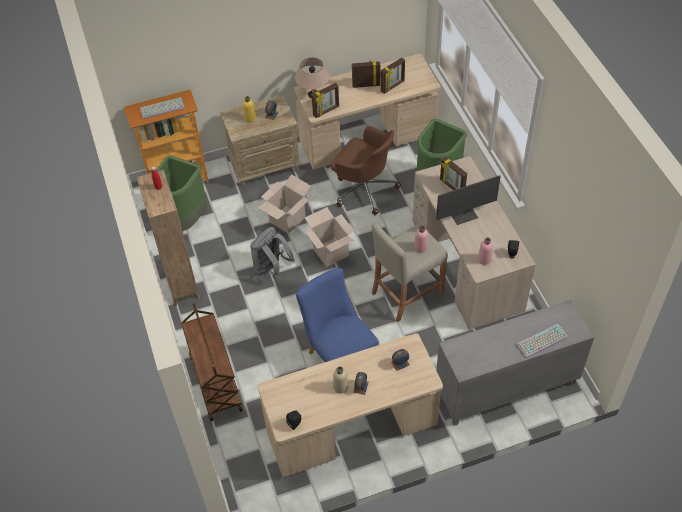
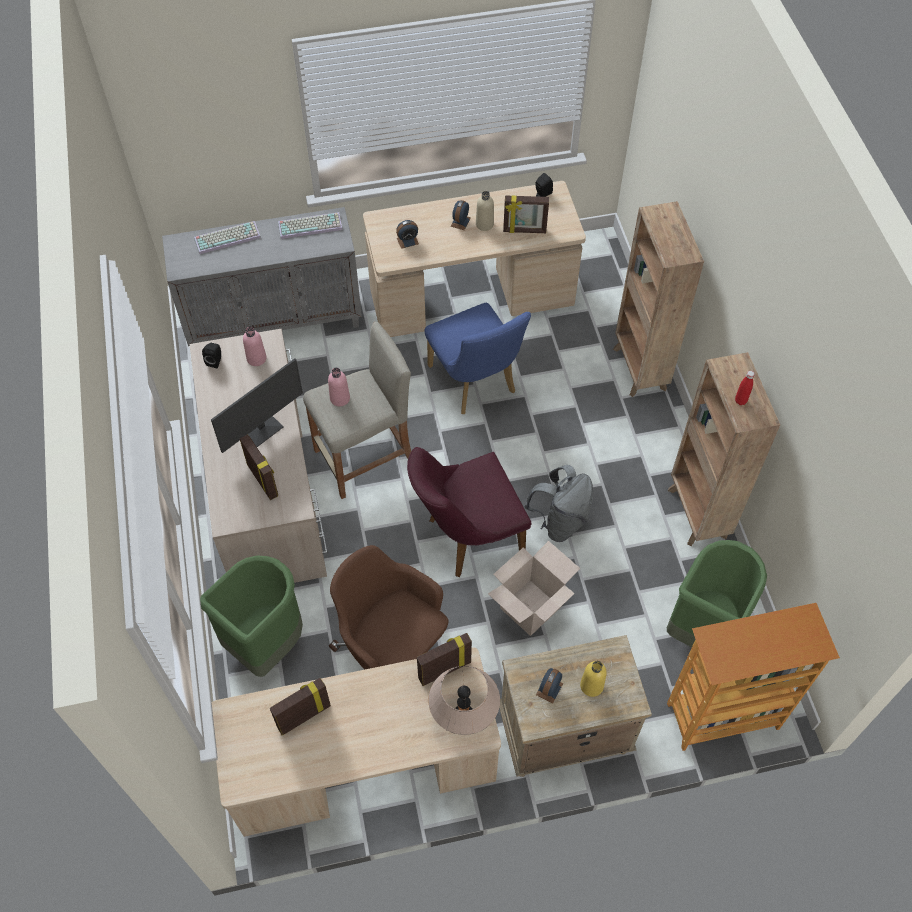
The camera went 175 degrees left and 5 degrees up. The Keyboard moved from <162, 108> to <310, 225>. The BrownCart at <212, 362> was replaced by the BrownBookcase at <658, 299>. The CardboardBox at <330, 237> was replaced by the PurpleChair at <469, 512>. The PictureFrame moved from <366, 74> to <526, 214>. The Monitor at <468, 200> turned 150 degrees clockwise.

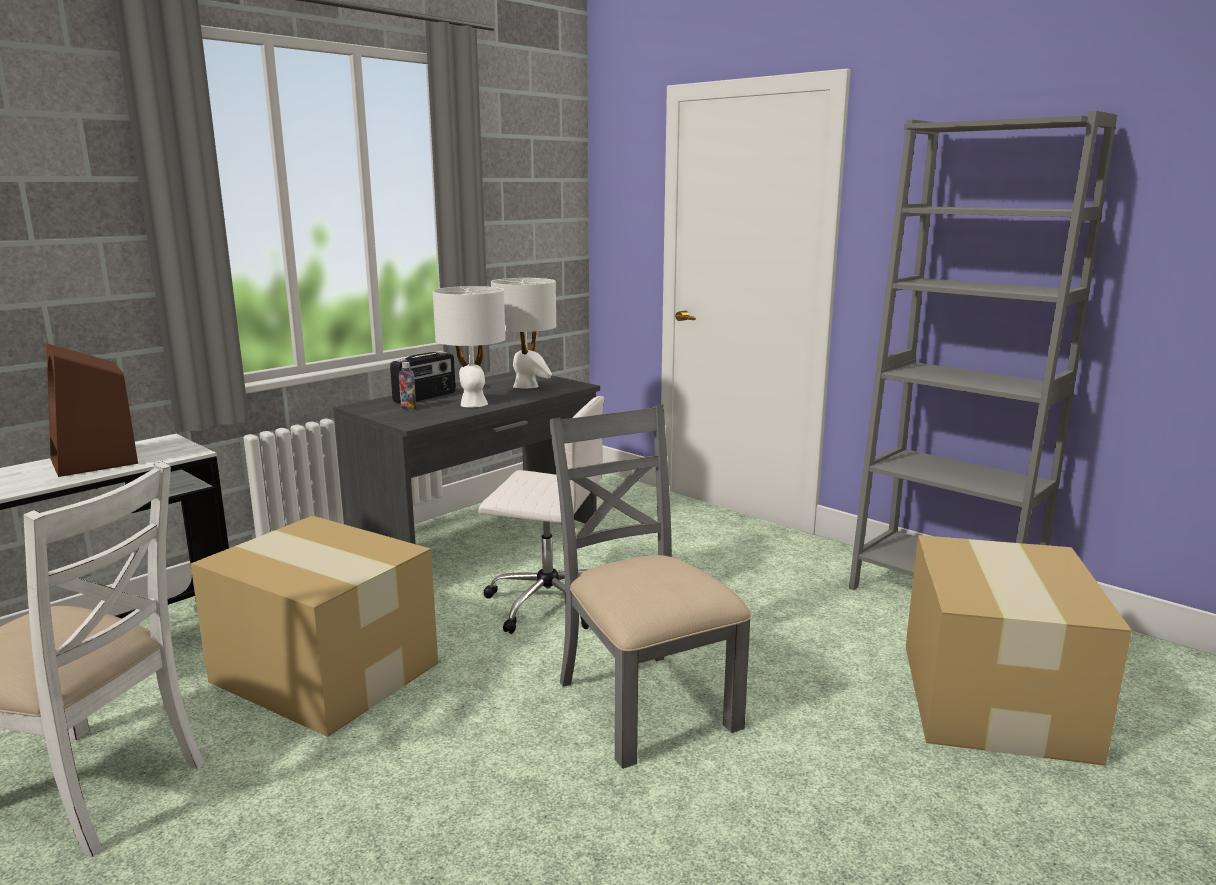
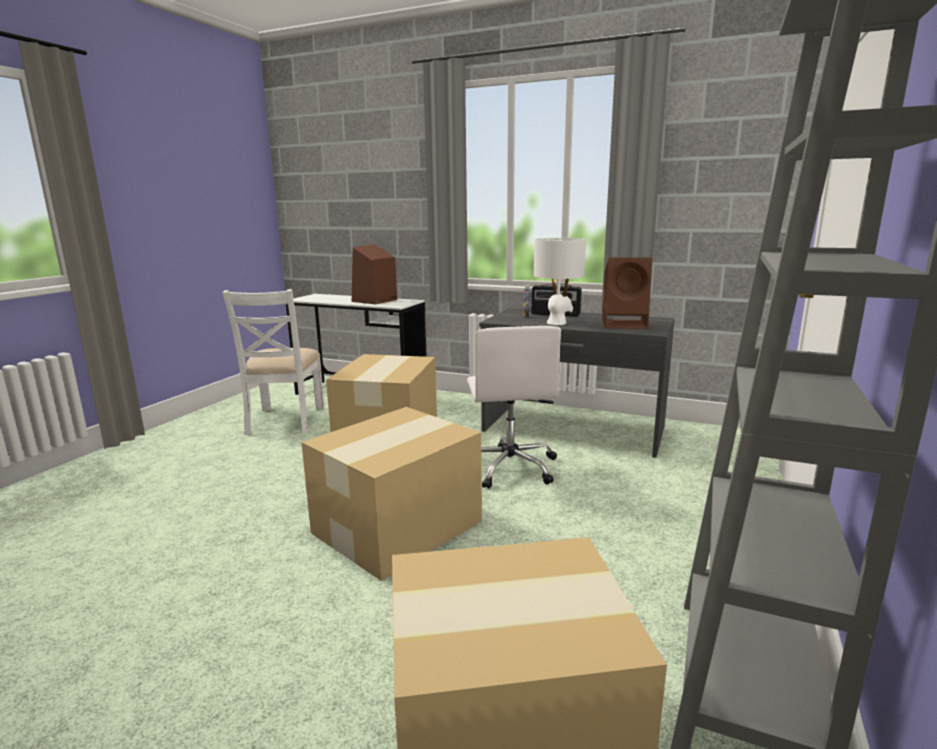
The camera went 70 degrees right and 0 degrees up. The WhiteTableLamp at <523, 333> was replaced by the BrownSpeaker at <627, 293>. The GreyChair at <650, 586> was replaced by the CardboardBox at <391, 494>.

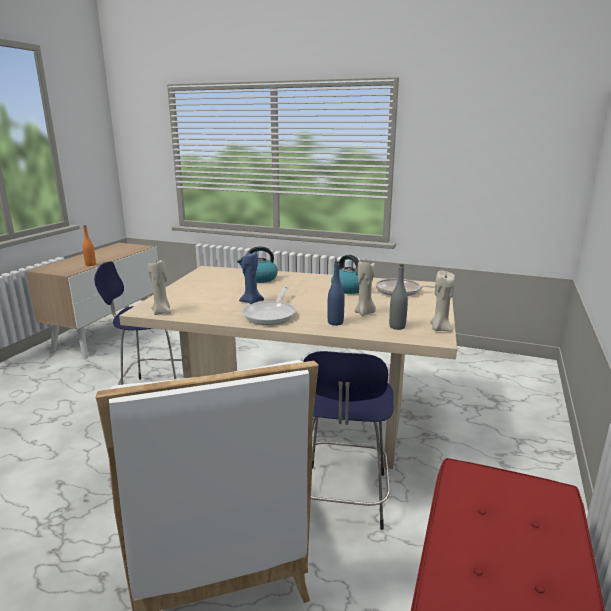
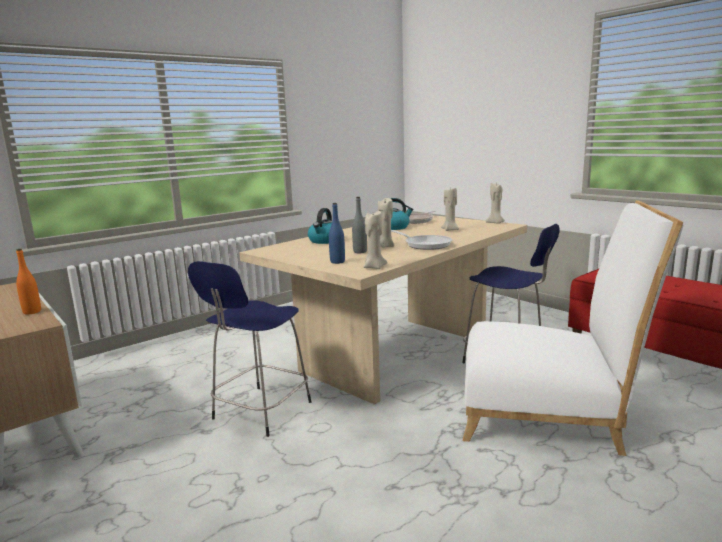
The camera went 60 degrees left and 5 degrees down. The BlueCandle at <251, 277> became the BeigeCandle at <386, 223>. The BlueBottle moved from <336, 293> to <337, 233>. The GreyBottle moved from <398, 297> to <359, 225>.

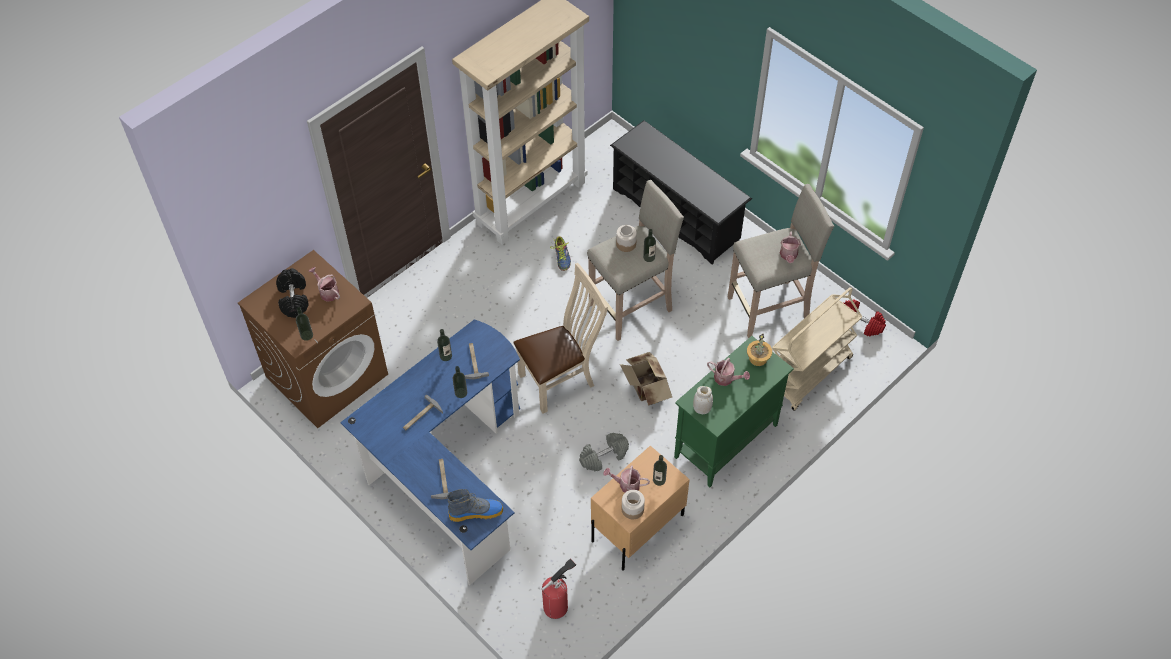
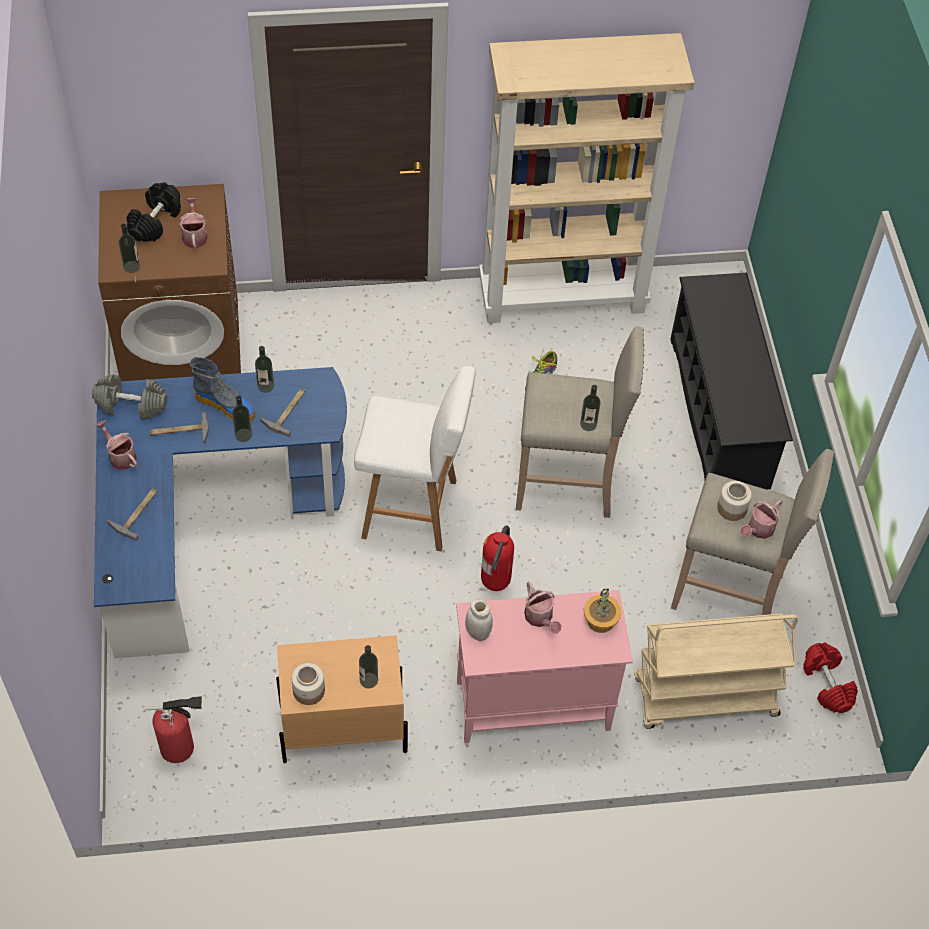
The camera went 35 degrees right and 0 degrees up. The Boot moved from <475, 505> to <222, 389>. The BeigeChair at <560, 338> was replaced by the WhiteStool at <415, 458>. The GreyDumbbell moved from <604, 452> to <129, 397>. The WateringCan moved from <626, 478> to <116, 445>. The Jar moved from <626, 238> to <734, 501>. The CardboardBox at <646, 379> was replaced by the FireExtinguisher at <497, 558>. The GreenCabinet at <734, 411> became the PinkCabinet at <544, 667>.

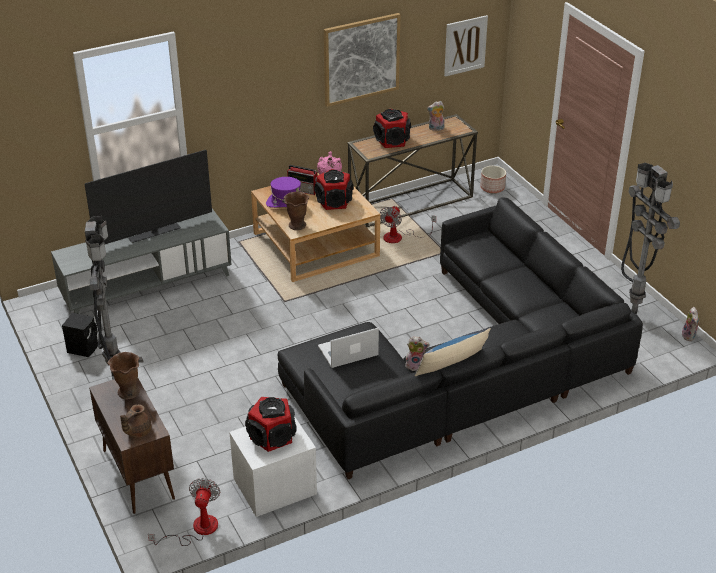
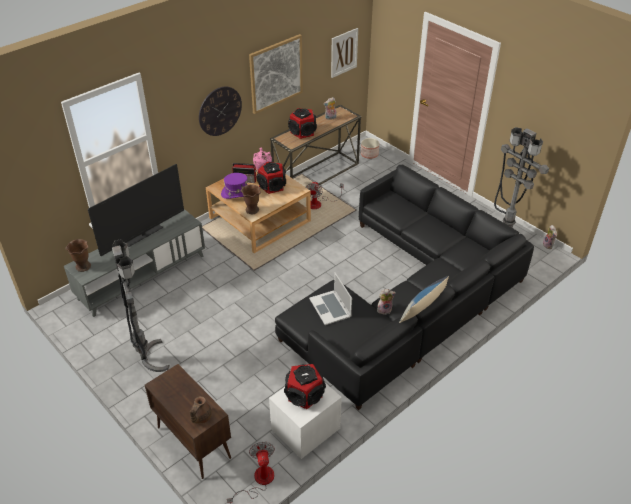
The camera went 15 degrees left and 5 degrees up. The BlackSpeaker at <80, 335> disappeared. The BrownVase moved from <123, 375> to <78, 255>. The Laptop at <348, 347> turned 75 degrees counterclockwise. The WallClock at <220, 111> appeared.

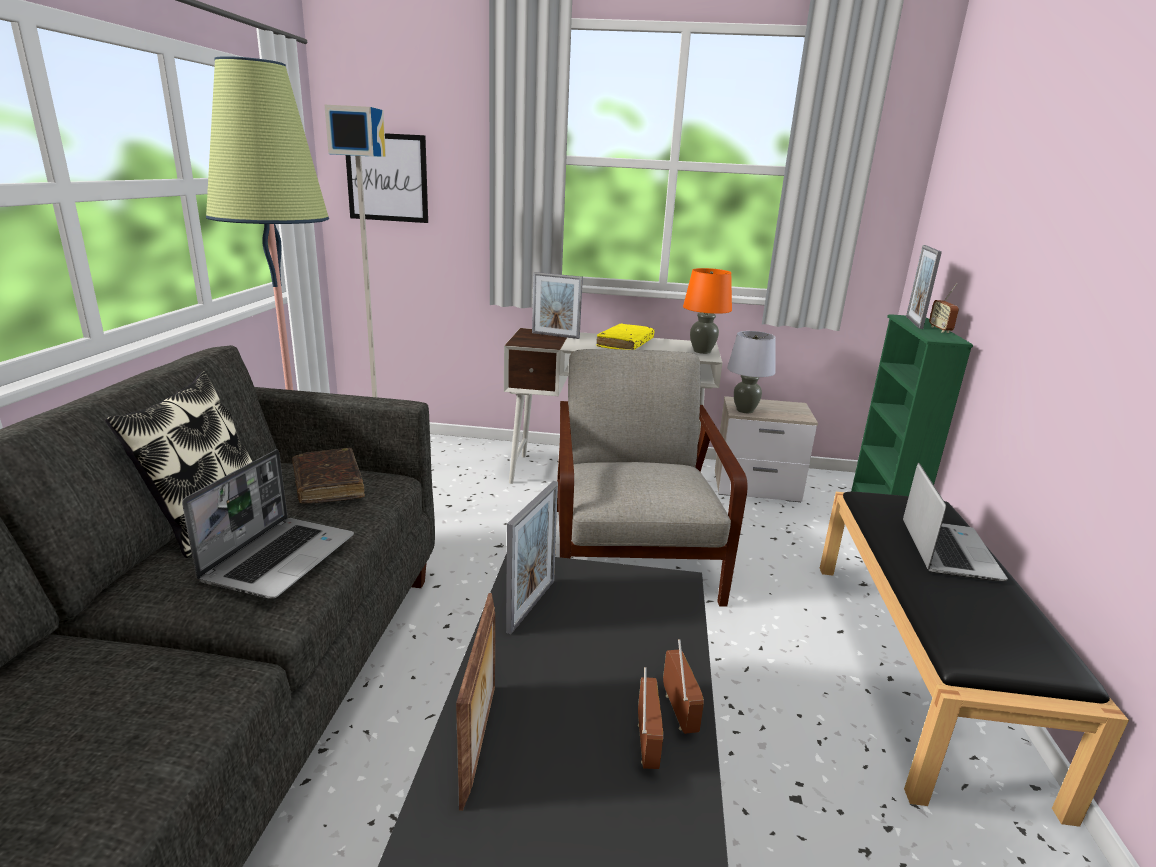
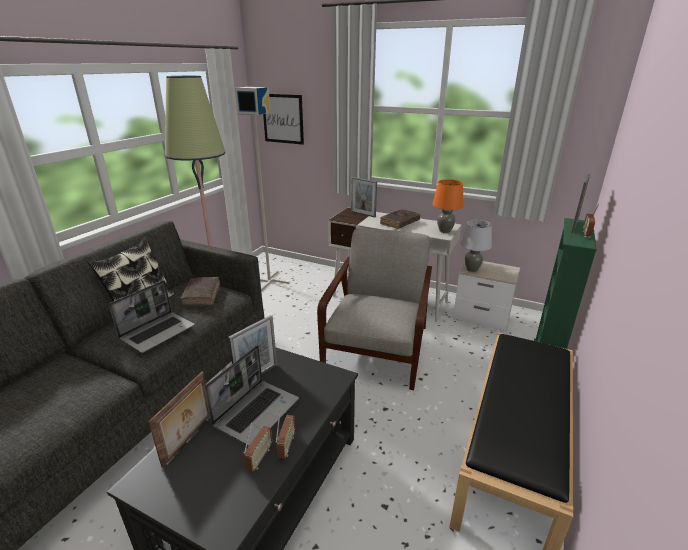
The camera went 20 degrees right and 5 degrees up. The YellowBook at <626, 336> became the BrownBook at <400, 219>. The Laptop moved from <955, 522> to <251, 395>.

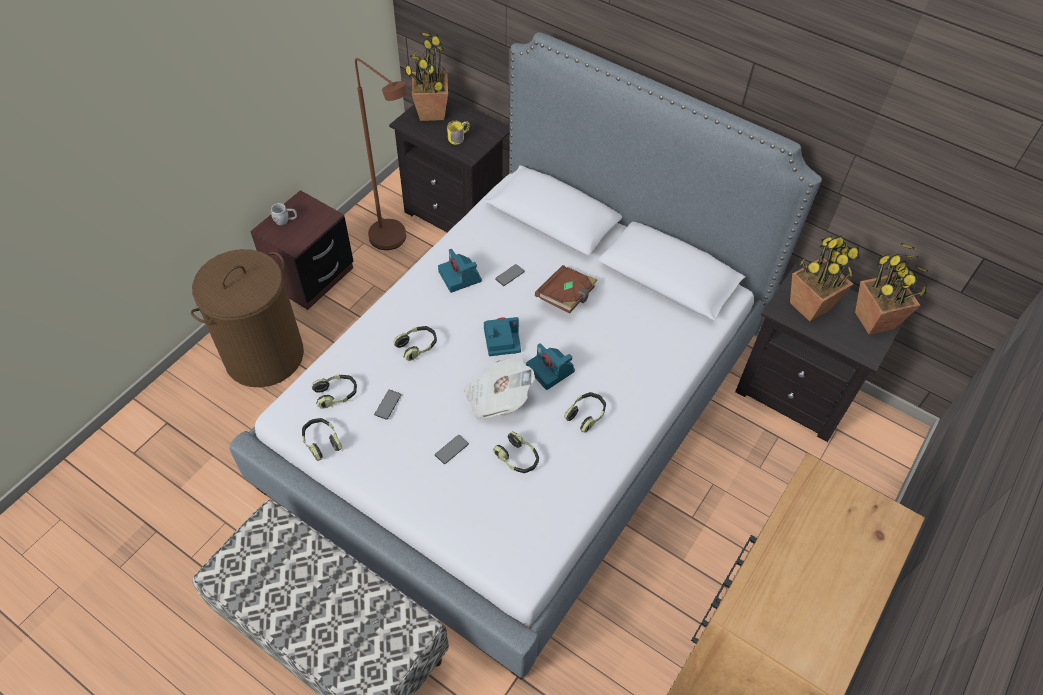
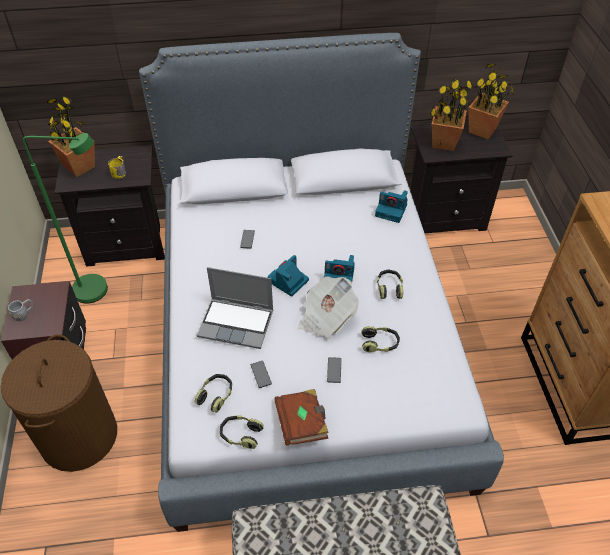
The camera went 40 degrees left and 5 degrees down. The BrownFloorLamp at <381, 154> became the GreenFloorLamp at <65, 218>. The Headphones at <415, 343> was replaced by the Laptop at <235, 308>. The PhotoCamera moved from <460, 271> to <391, 206>. The BrownBook moved from <566, 289> to <301, 417>.

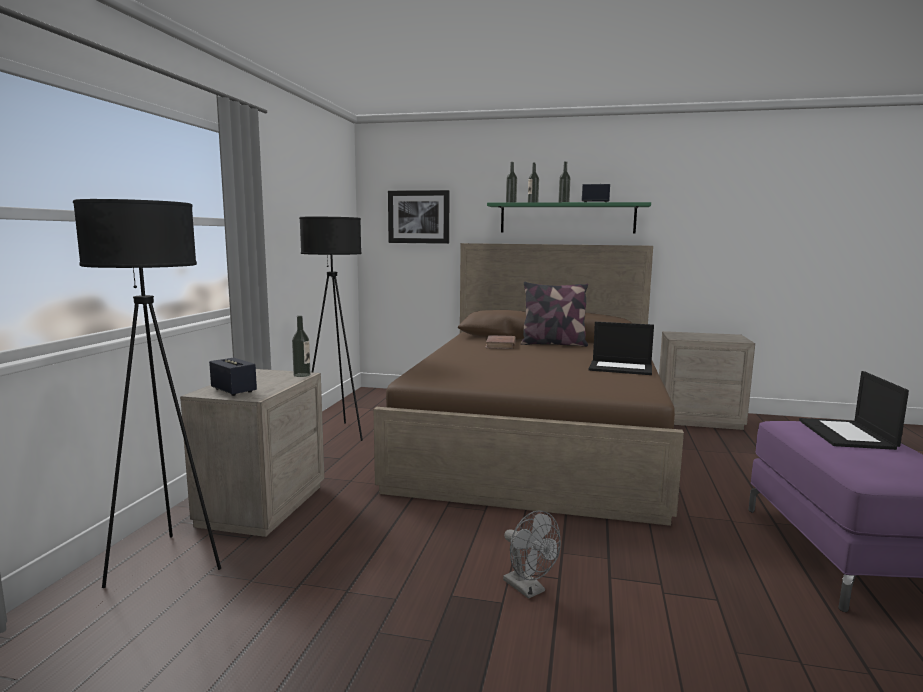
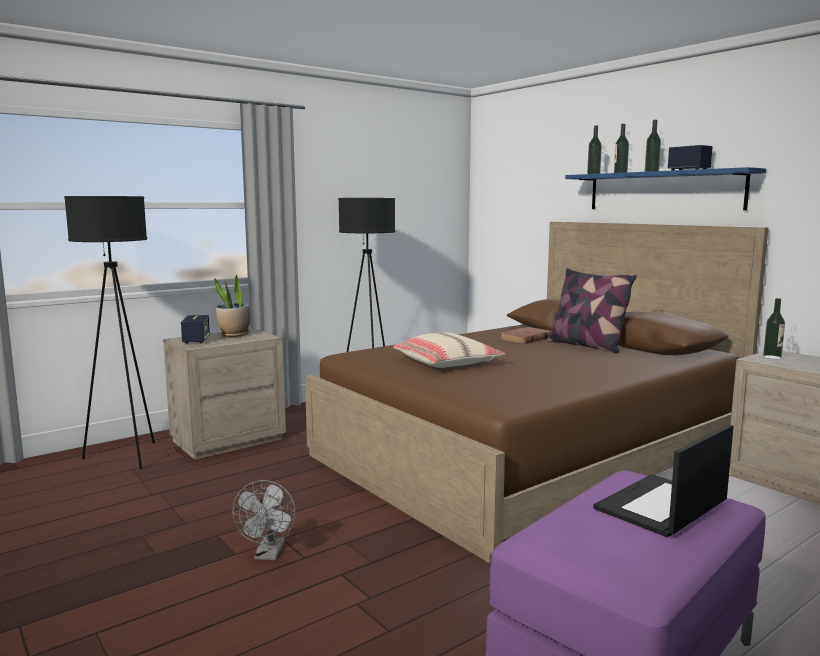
The camera went 40 degrees right and 0 degrees up. The Bottle moved from <301, 346> to <774, 328>. The Picture at <419, 217> disappeared. The GreenShelf at <569, 218> became the BlueShelf at <665, 188>. The Laptop at <621, 348> disappeared. The PottedPlant at <232, 306> appeared. The BeigePillow at <449, 350> appeared.

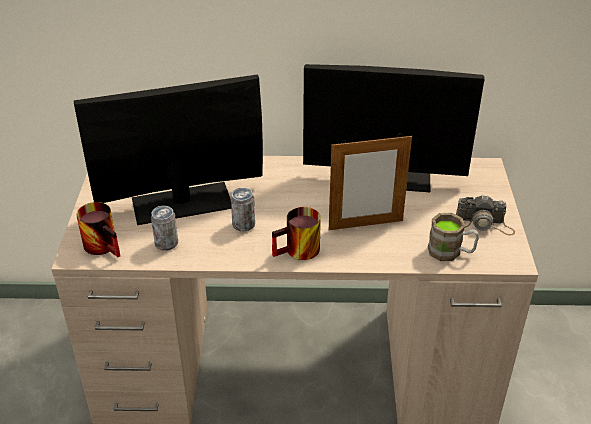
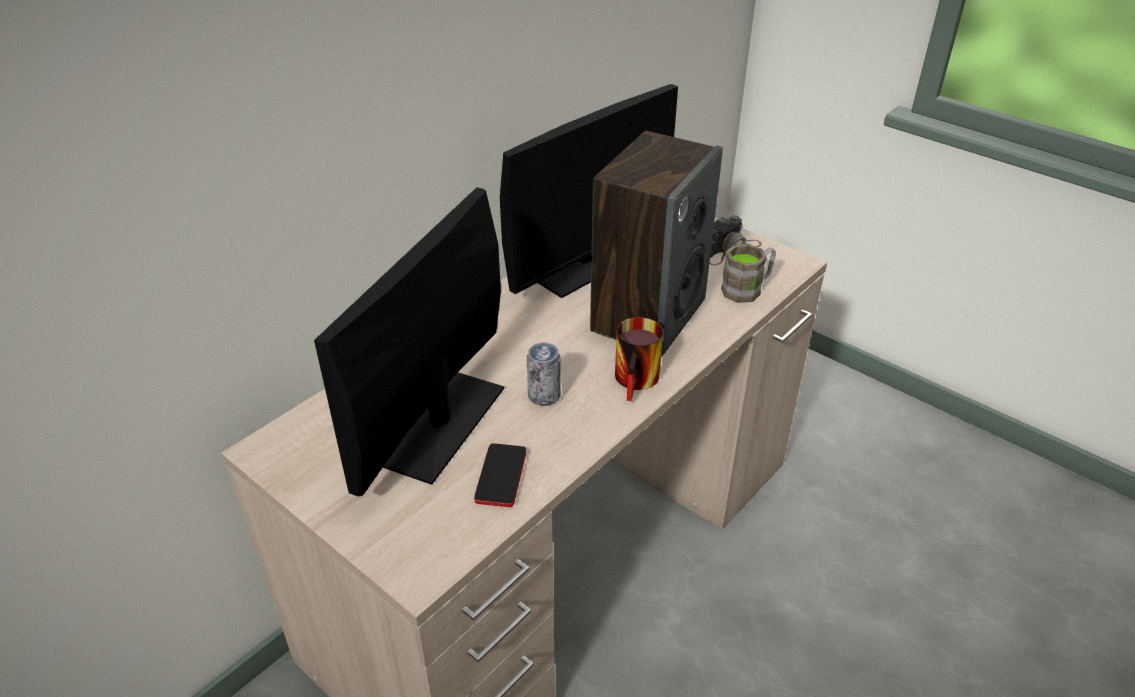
The camera went 50 degrees left and 0 degrees up. The Mug at <98, 230> disappeared. The Can at <164, 228> was replaced by the Phone at <500, 475>. The PictureFrame at <370, 182> was replaced by the Speaker at <656, 244>.

